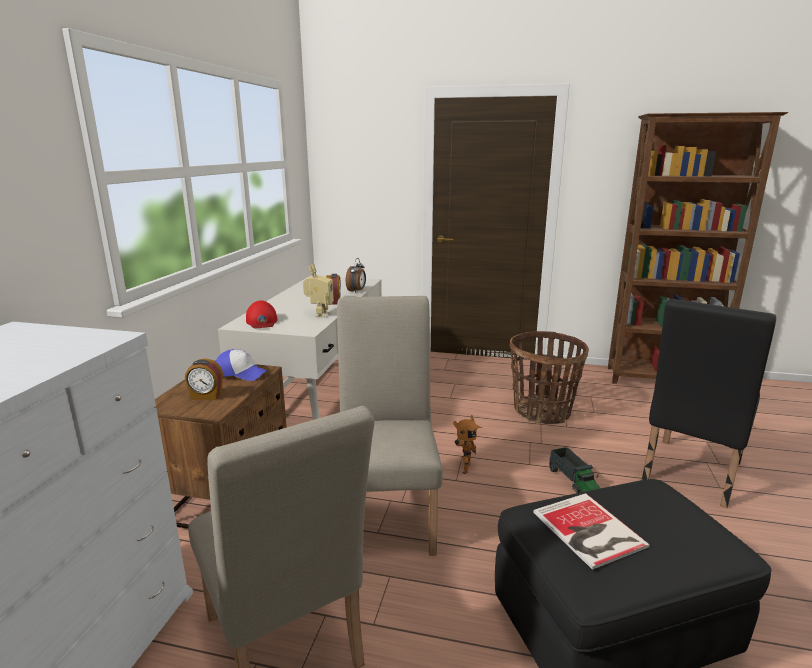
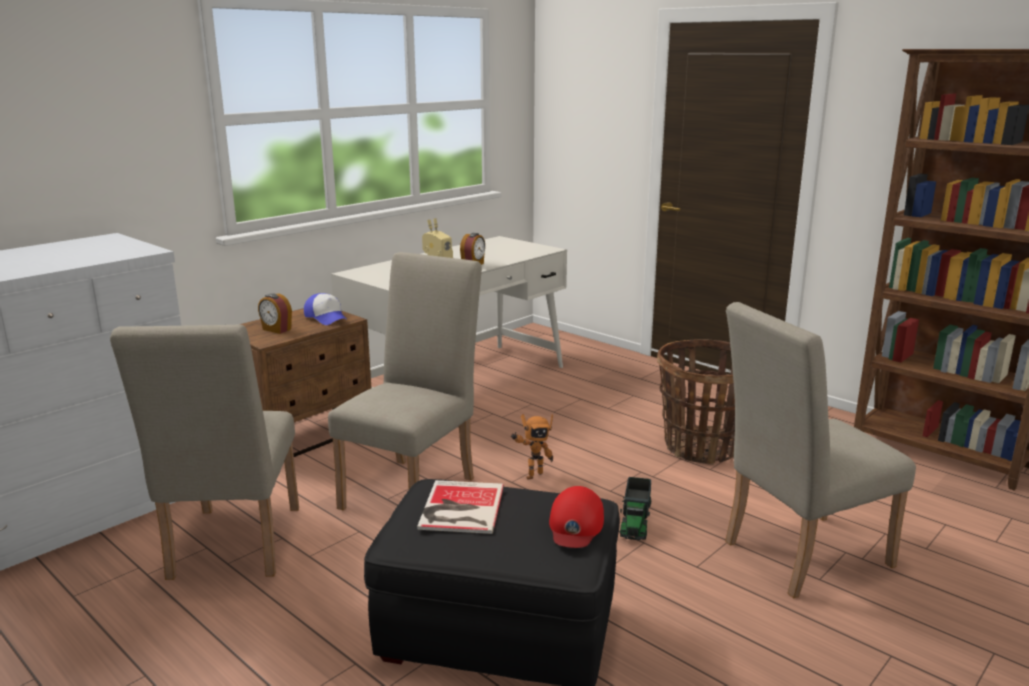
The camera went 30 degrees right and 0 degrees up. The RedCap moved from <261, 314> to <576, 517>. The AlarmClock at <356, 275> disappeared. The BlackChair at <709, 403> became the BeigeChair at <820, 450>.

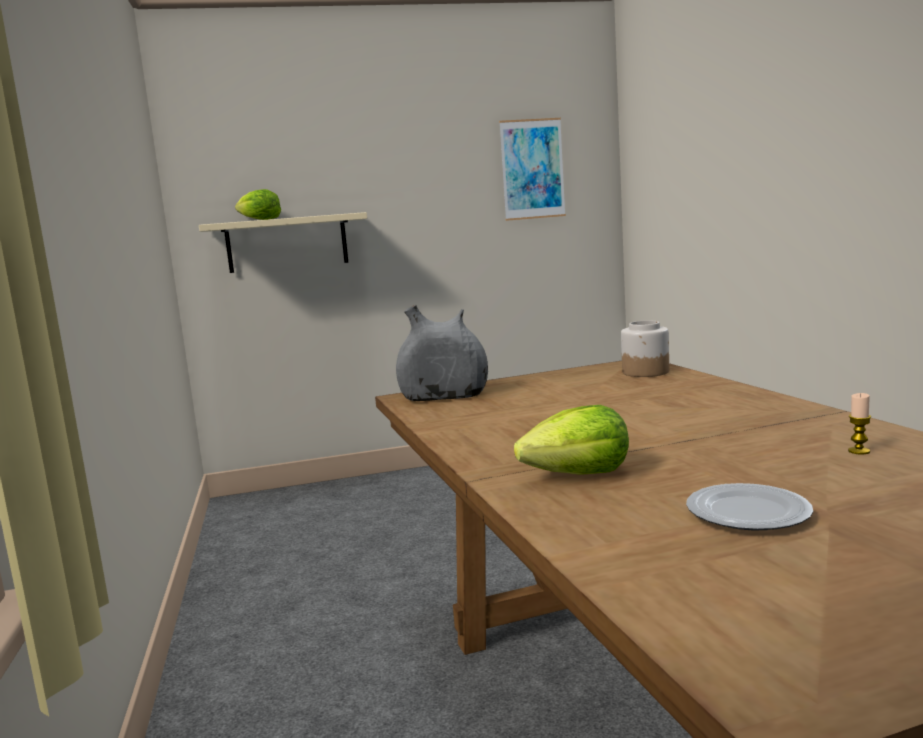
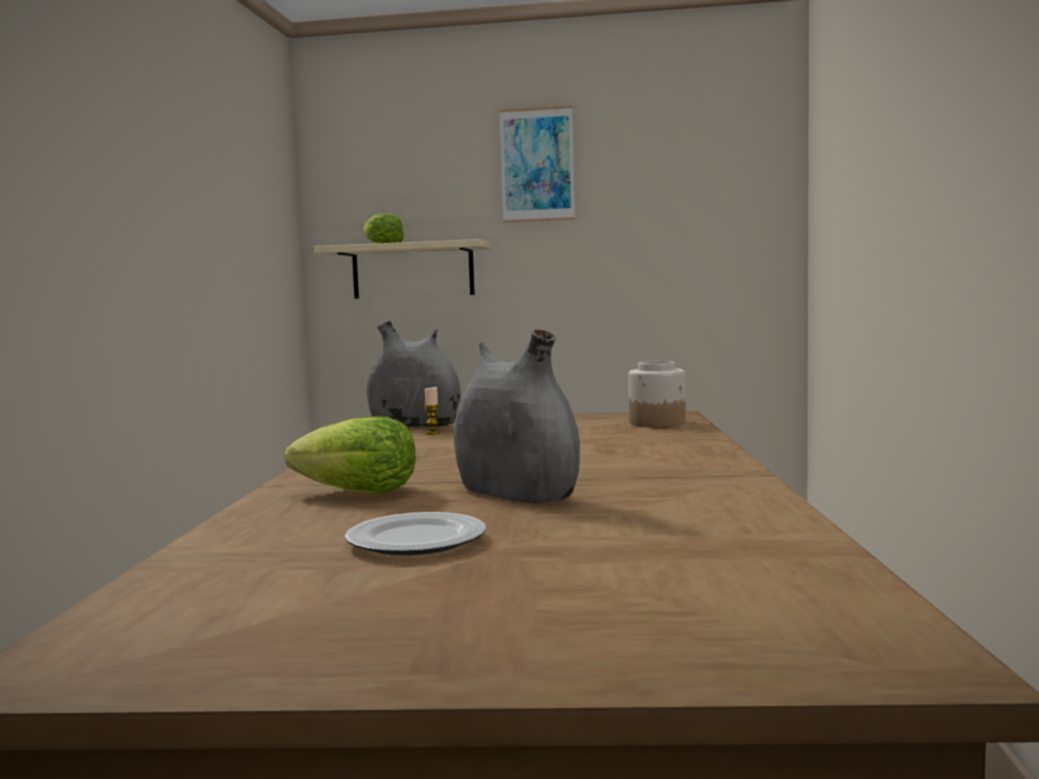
The camera went 20 degrees right and 5 degrees down. The Picture moved from <532, 169> to <537, 164>. The Candle moved from <859, 424> to <432, 410>. The GreyVase at <517, 416> appeared.

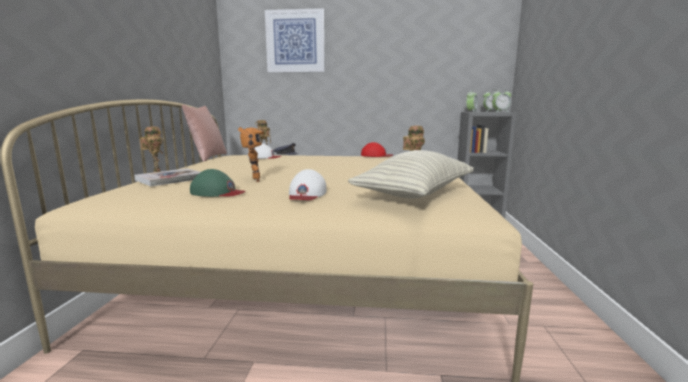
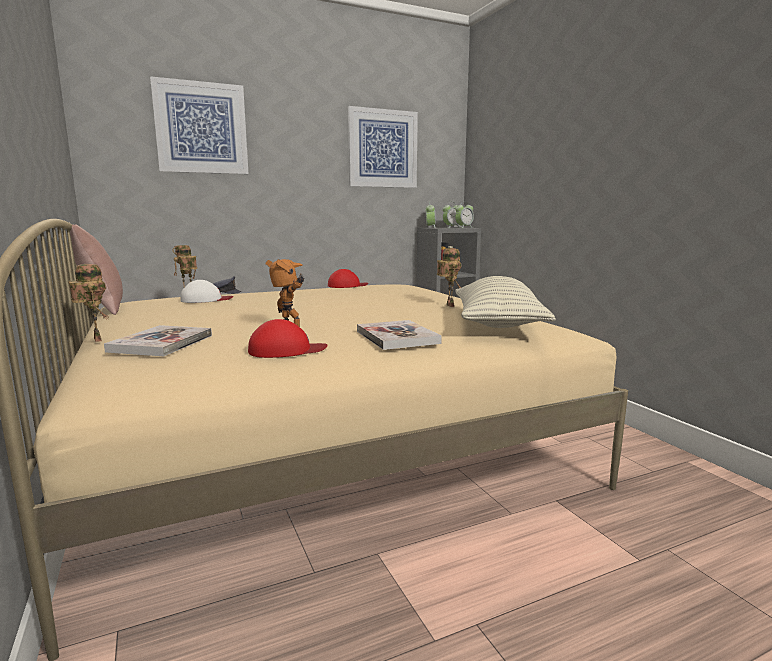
The camera went 30 degrees left and 0 degrees up. The GreenCap at <218, 183> became the RedCap at <288, 338>. The WhiteCap at <307, 184> was replaced by the Book at <399, 335>. The Picture at <383, 147> appeared.

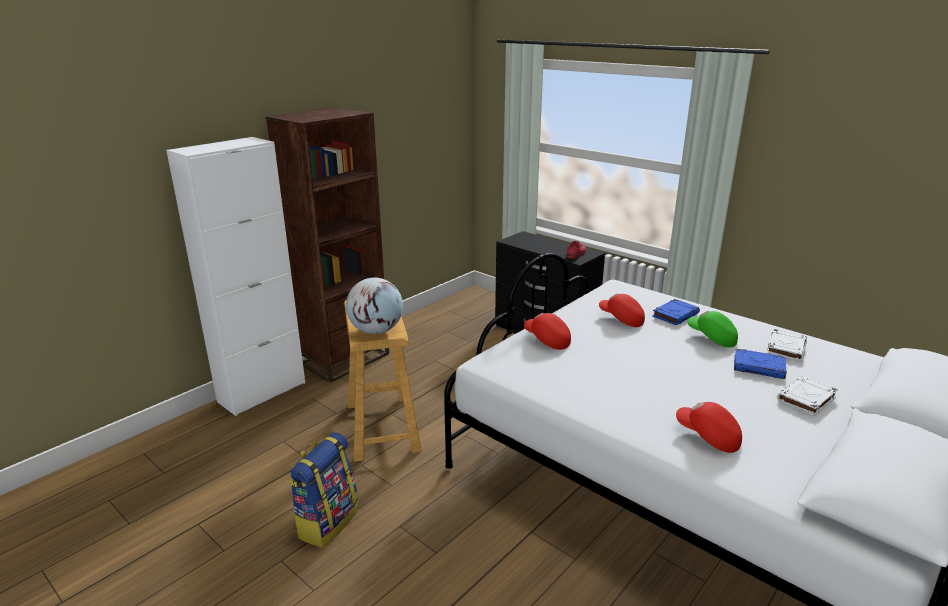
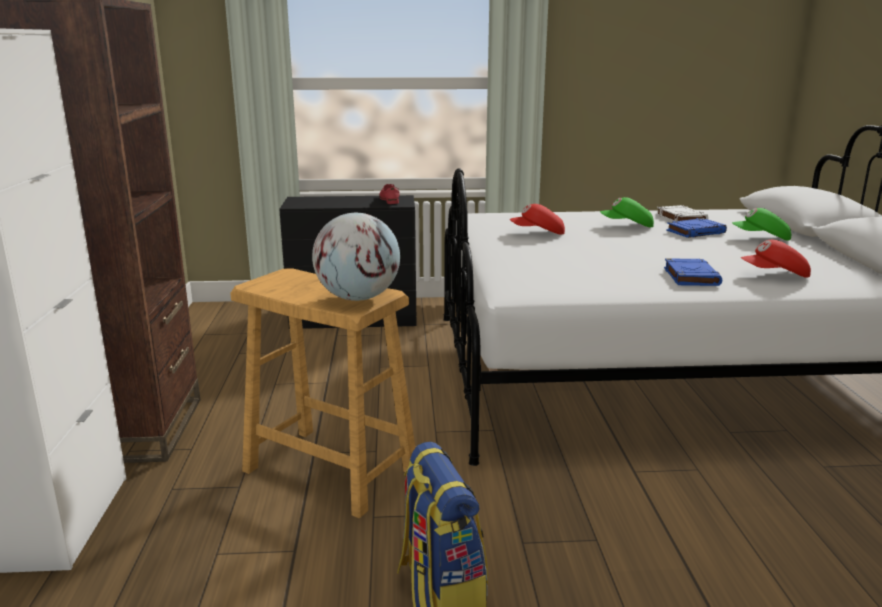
The camera went 45 degrees left and 5 degrees down. The RedCap at <547, 331> disappeared. The BlueBook moved from <676, 312> to <693, 272>. The WhiteBook at <807, 396> was replaced by the GreenCap at <761, 224>.

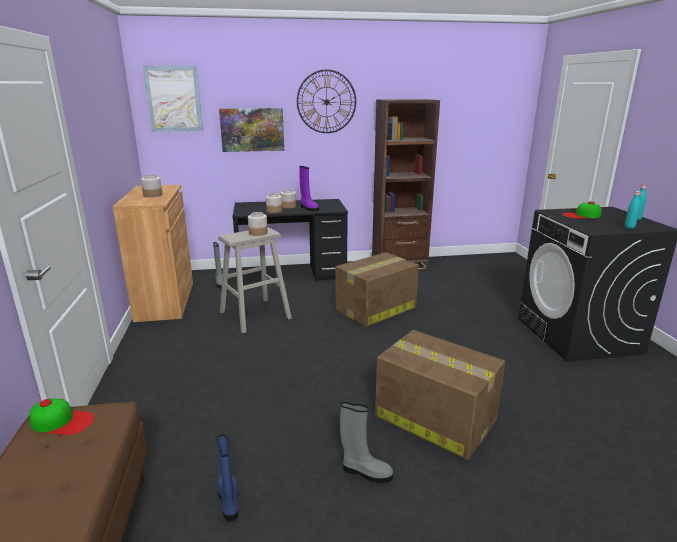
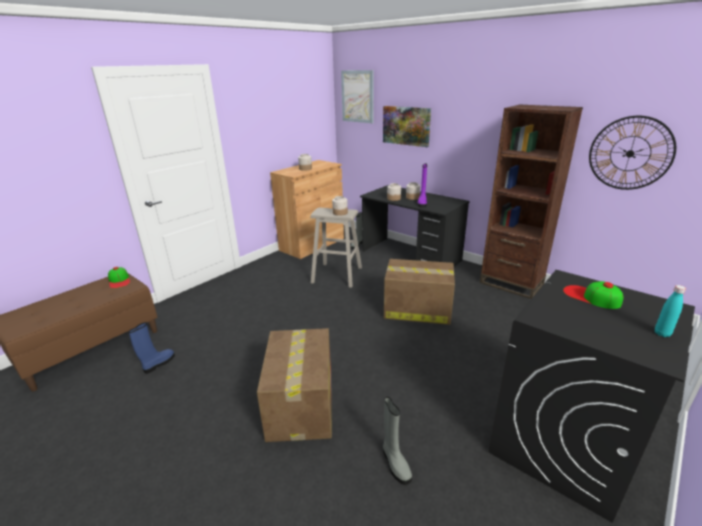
The camera went 50 degrees right and 5 degrees up. The WallClock moved from <326, 101> to <632, 153>. The GreyBoot moved from <366, 442> to <397, 441>. The TurquoiseBottle at <633, 210> disappeared.

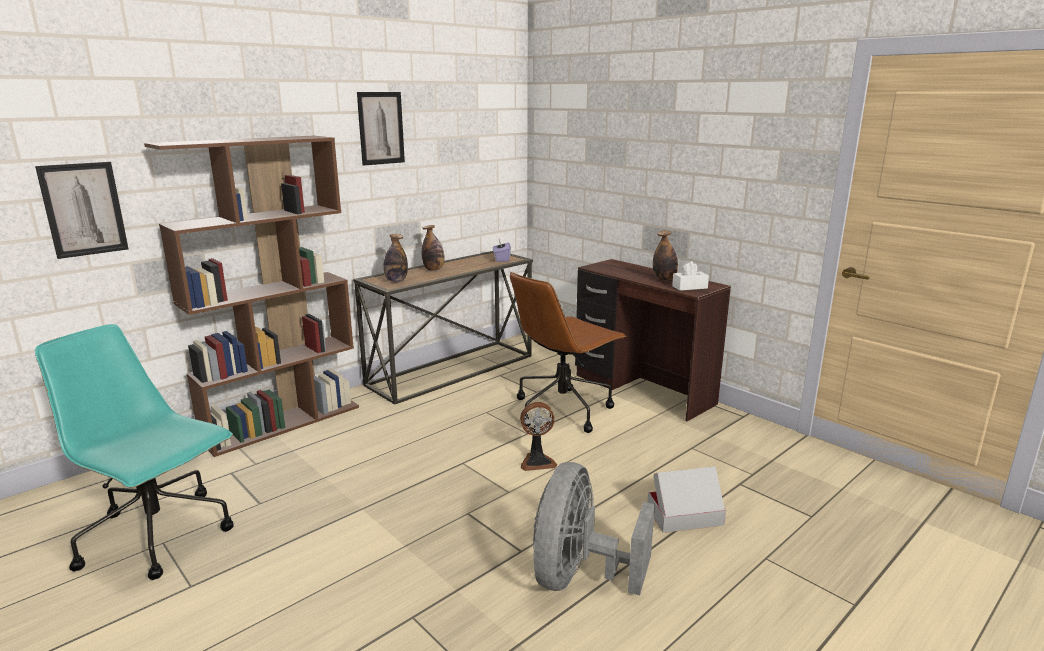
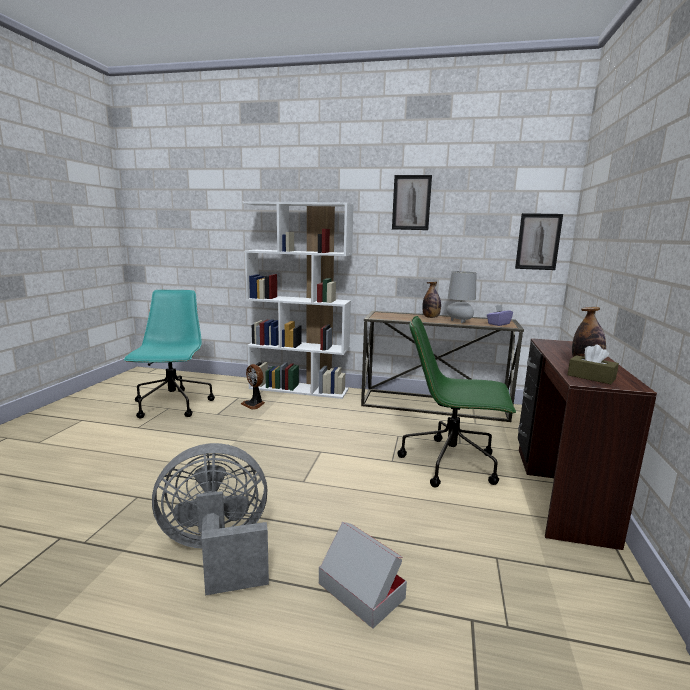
The camera went 55 degrees right and 5 degrees down. The Picture moved from <82, 210> to <539, 241>. The BrownBookcase at <251, 296> became the WhiteBookcase at <298, 300>. The Bottle at <395, 258> disappeared. The BrownOfficeChair at <568, 352> became the GreenOfficeChair at <456, 402>. The Fan moved from <538, 436> to <253, 387>. The WhiteTissueBox at <690, 276> became the BrownTissueBox at <593, 364>. The GreyTableLamp at <461, 297> appeared.

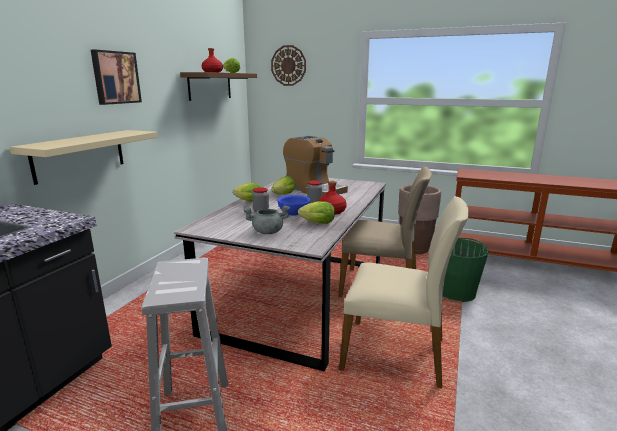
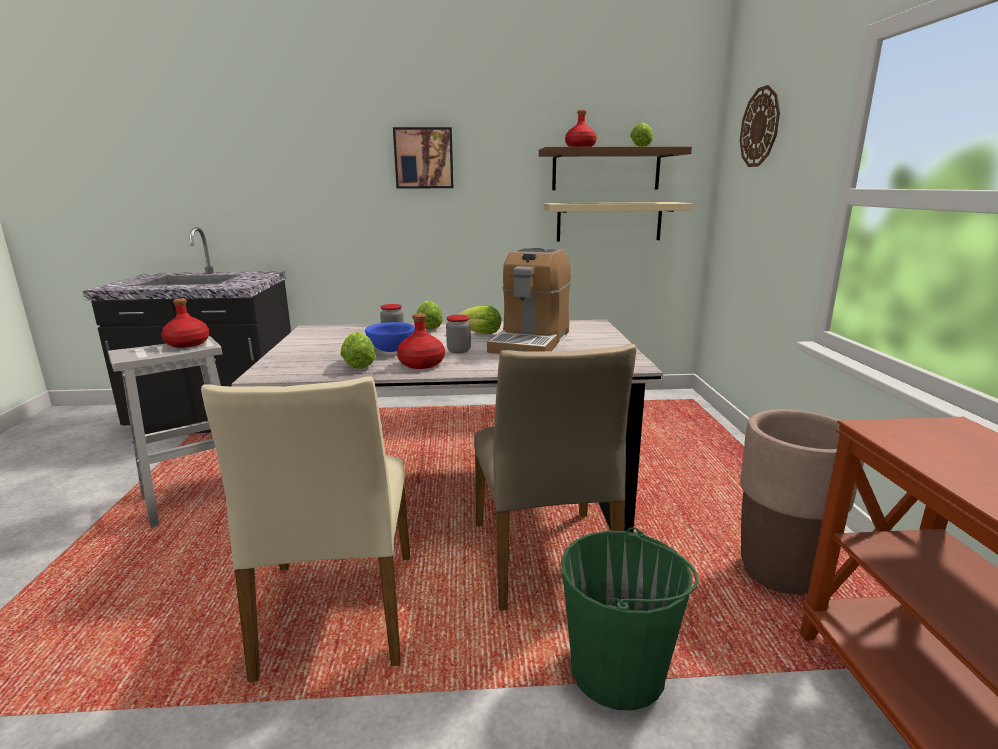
The camera went 65 degrees right and 0 degrees up. The BeigeShelf moved from <84, 157> to <618, 221>. The GreyCookingPot at <266, 219> disappeared. The RedBottle at <185, 323> appeared.

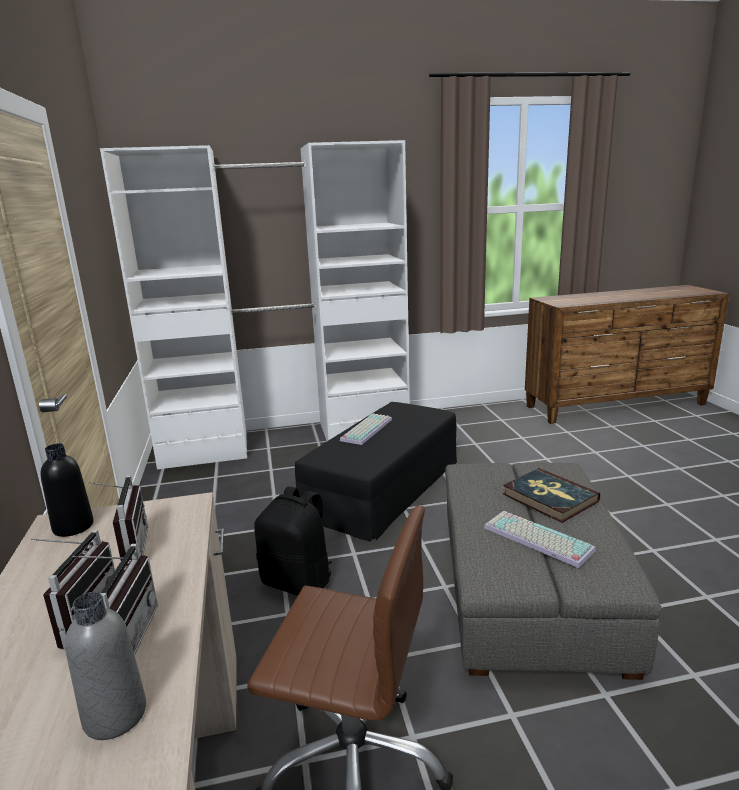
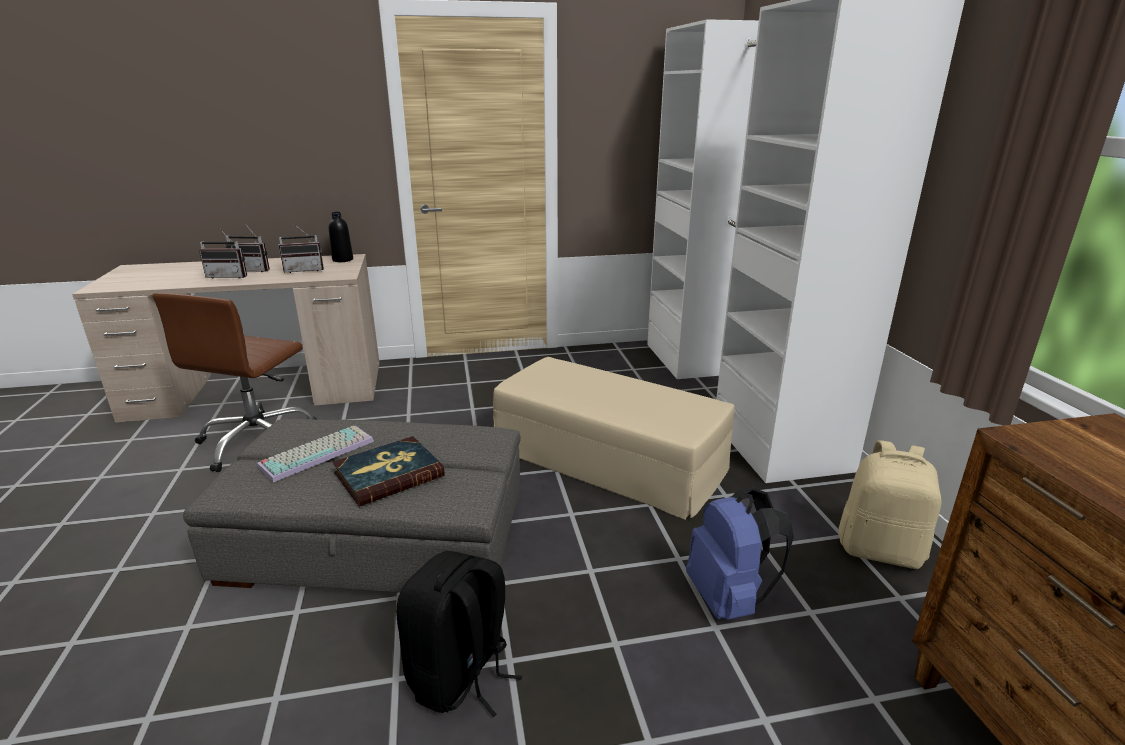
The camera went 90 degrees right and 5 degrees up. The GreyBottle at <105, 666> disappeared. The BlackBackpack moved from <293, 541> to <459, 634>. The BlackOttoman at <376, 471> became the BeigeOttoman at <614, 438>. The Keyboard at <366, 429> disappeared. The BlueBackpack at <740, 553> appeared. The BeigeBackpack at <890, 504> appeared.

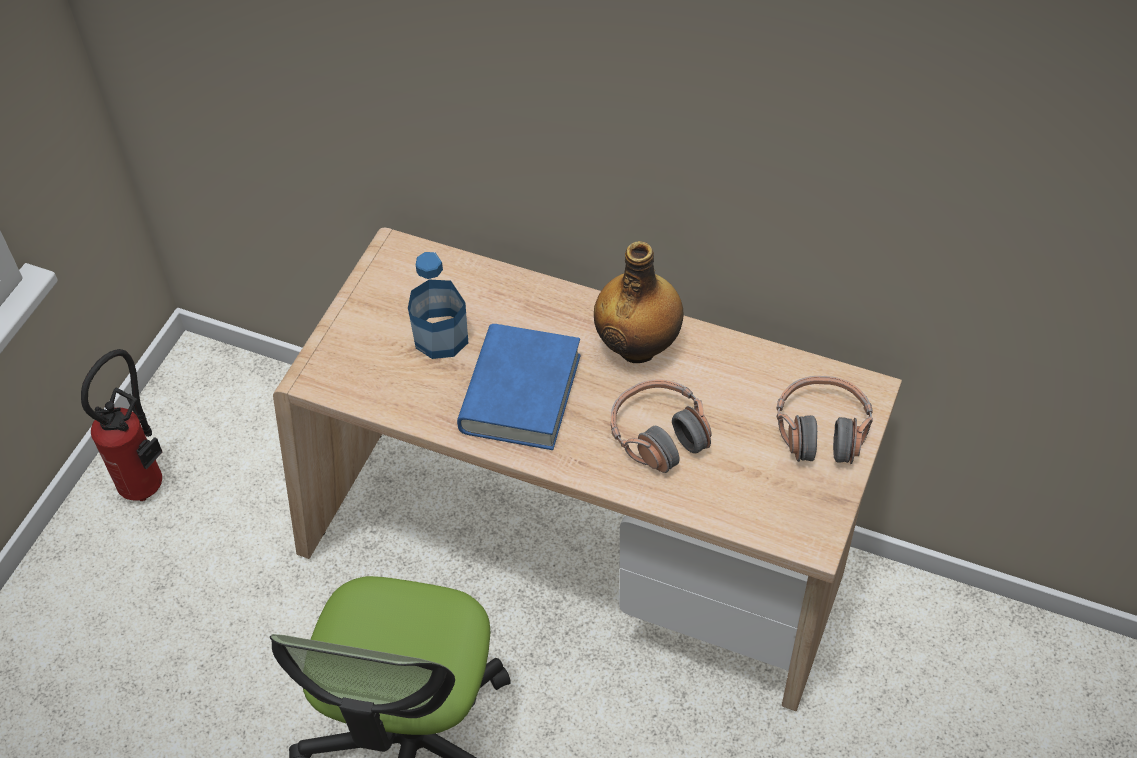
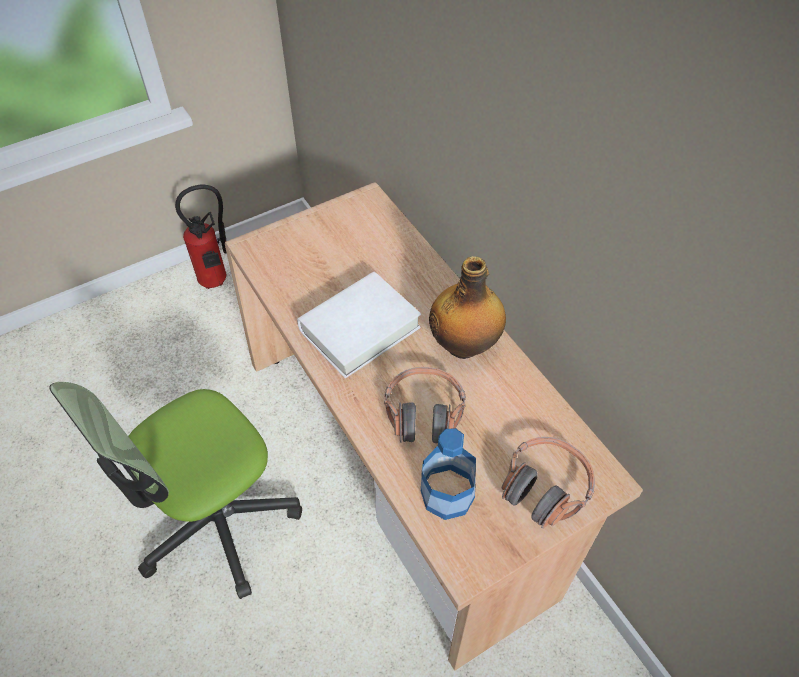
The camera went 35 degrees right and 0 degrees up. The Bottle moved from <438, 305> to <448, 474>. The BlueBook at <519, 387> became the WhiteBook at <359, 325>.

